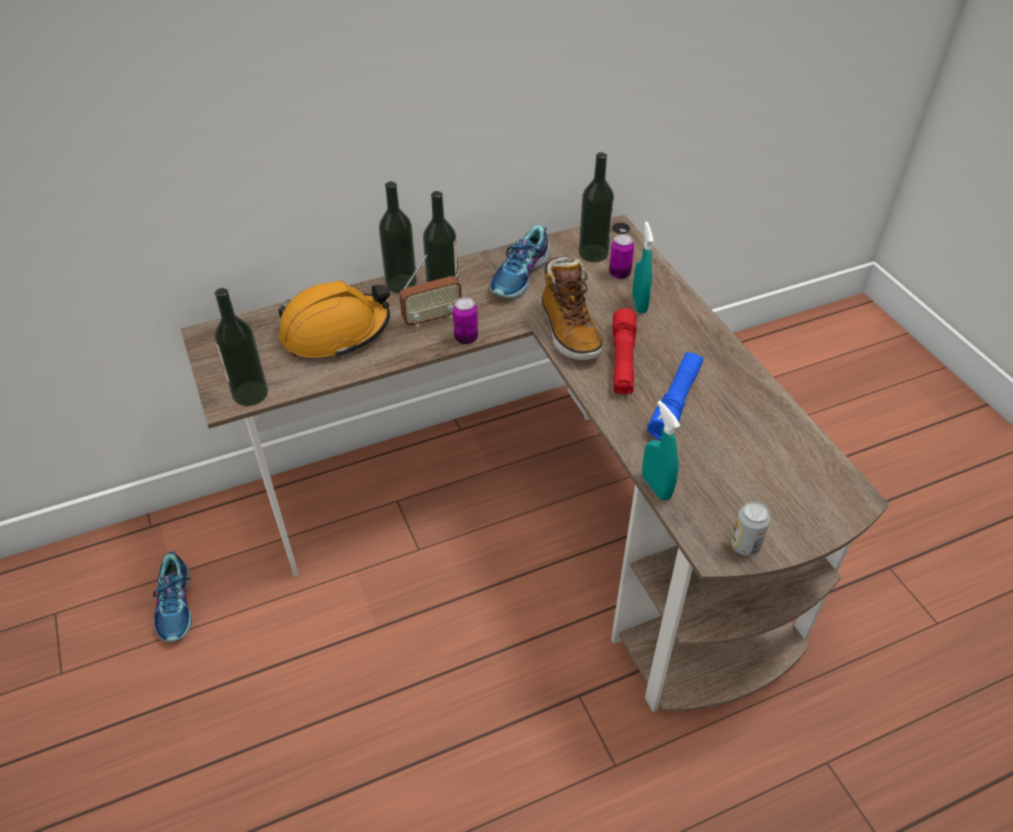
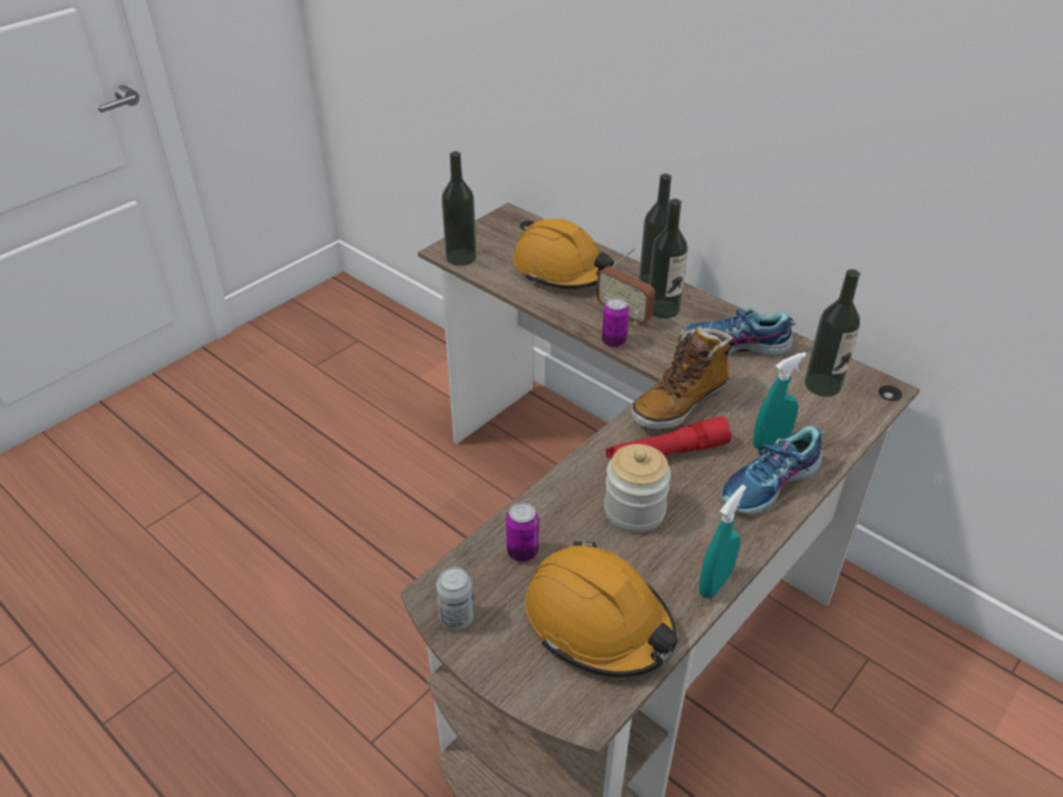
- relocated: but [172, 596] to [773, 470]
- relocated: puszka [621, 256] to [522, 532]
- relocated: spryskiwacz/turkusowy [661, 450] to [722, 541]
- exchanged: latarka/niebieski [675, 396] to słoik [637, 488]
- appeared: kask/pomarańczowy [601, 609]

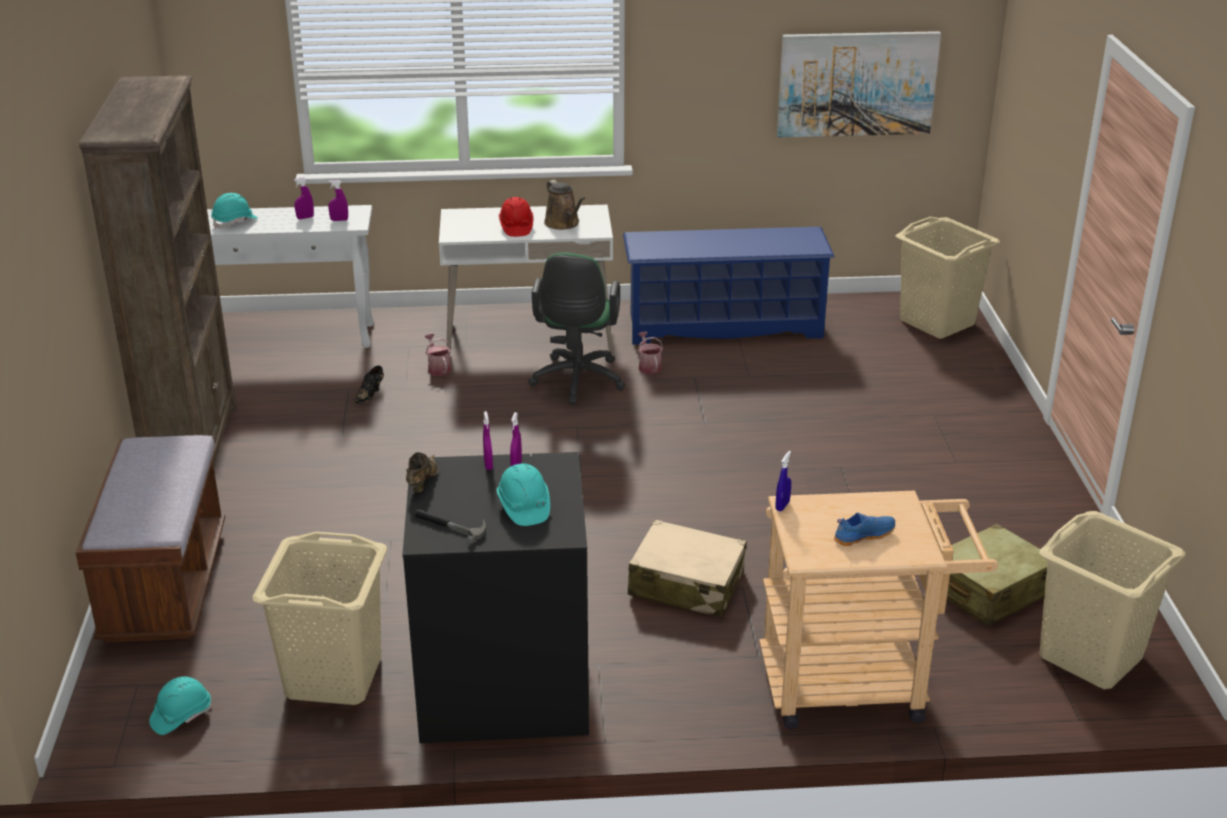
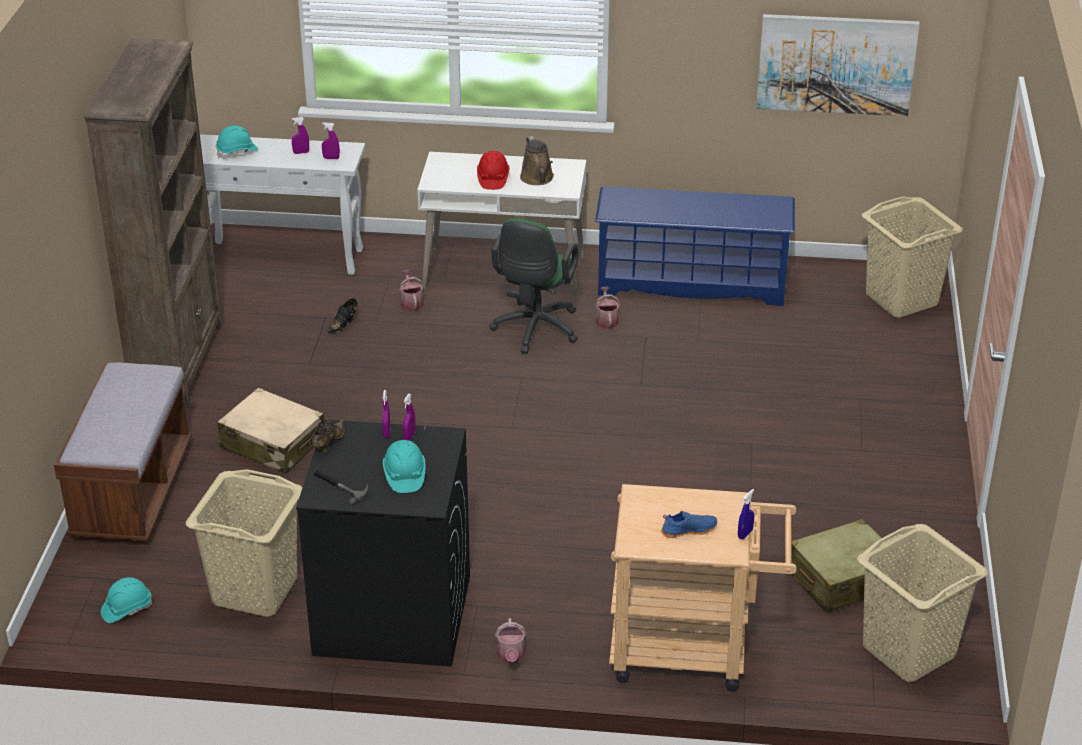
- relocated: walizka/beżowy [687, 568] to [270, 430]
- relocated: spryskiwacz/niebieski [783, 481] to [746, 514]
- appeared: konewka [510, 640]

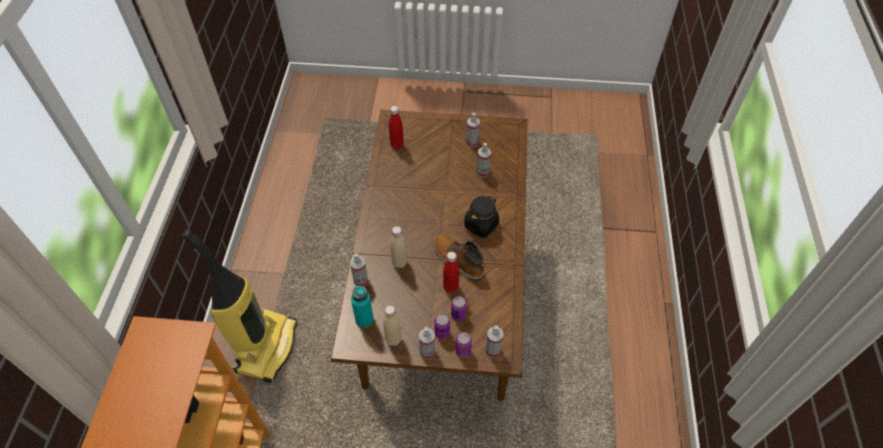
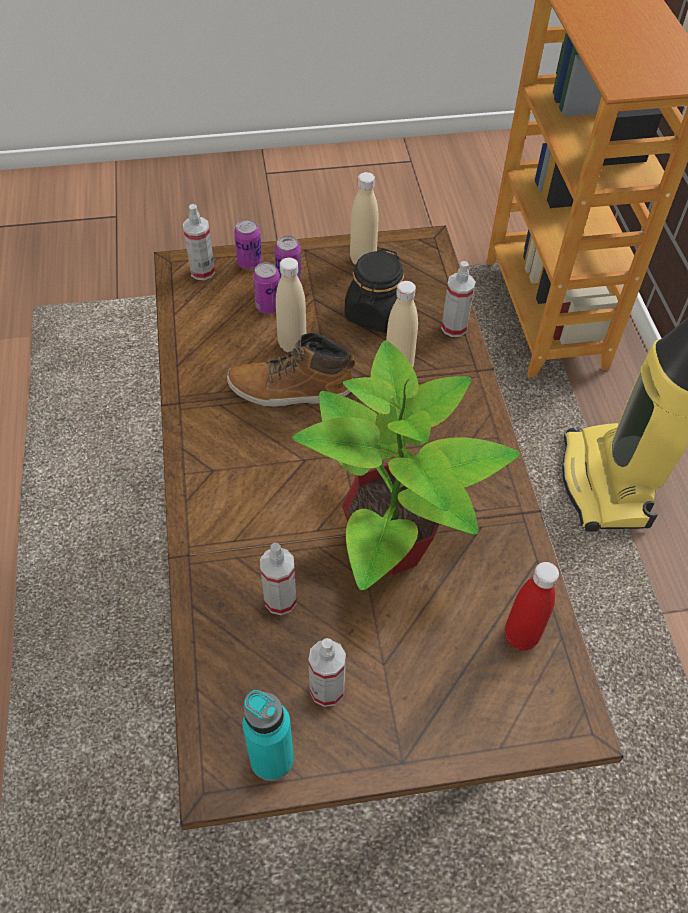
- relocated: butelka/turkusowy [362, 306] to [268, 735]
- missing: spryskiwacz [427, 343]
- spun: but z cholewką [459, 257] = [291, 370] 150 degrees clockwise
- colour: butelka/czerwony [451, 272] to butelka/beżowy [291, 304]
- relocated: słoik/czarny [481, 217] to [374, 290]
- appeared: roślina doniczkowa [406, 465]

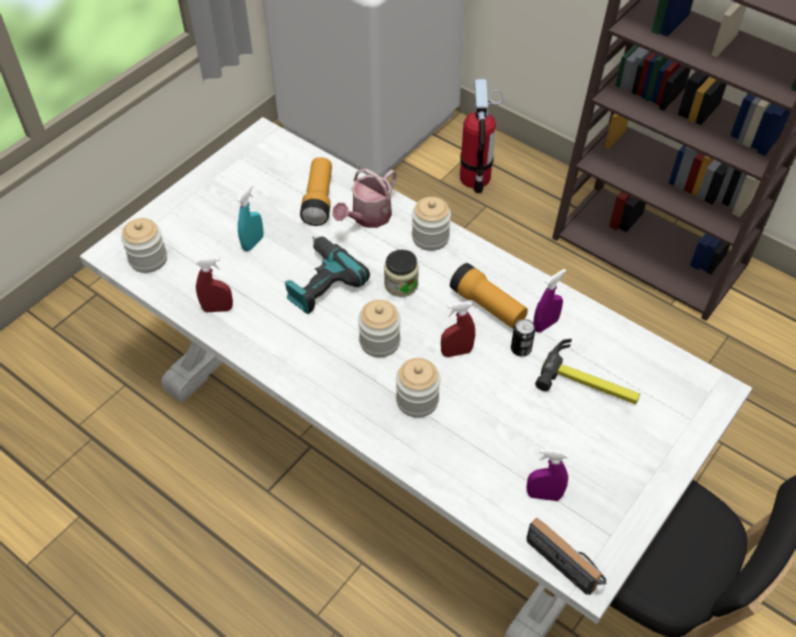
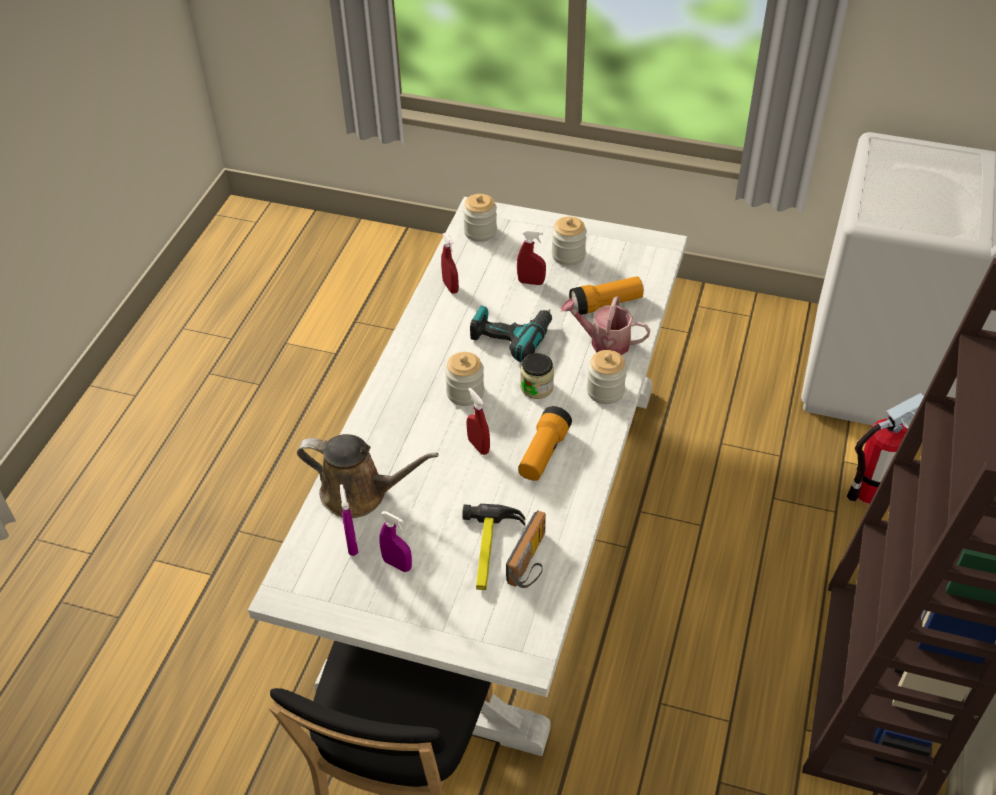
- colour: spryskiwacz/turkusowy [250, 218] to spryskiwacz/czerwony [531, 257]
- relocated: słoik [418, 388] to [569, 241]
- missing: puszka [523, 338]
- relocated: radio [566, 556] to [526, 549]
- relocated: spryskiwacz/fioletowy [549, 301] to [395, 541]
- appeared: konewka/brązowy [368, 476]

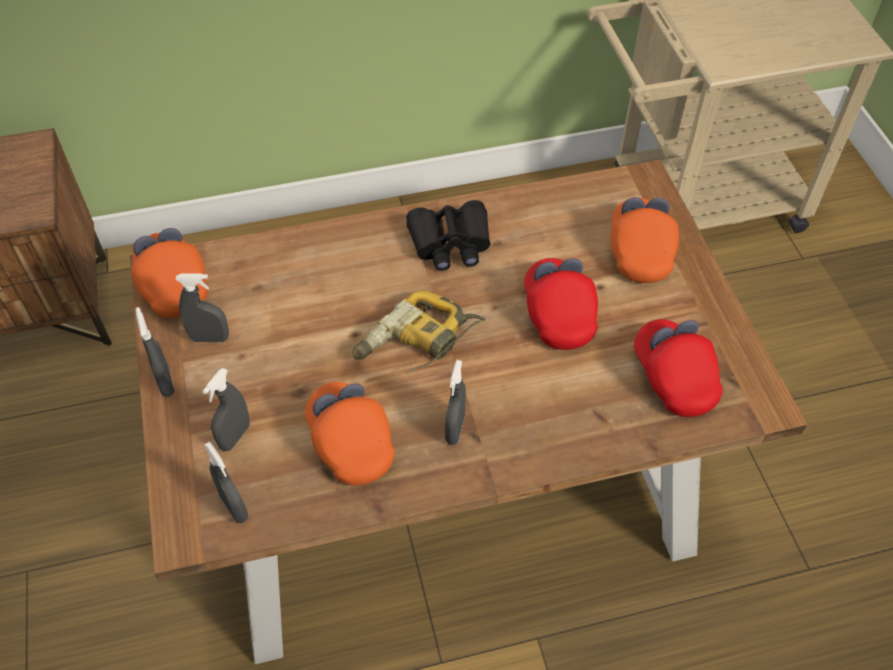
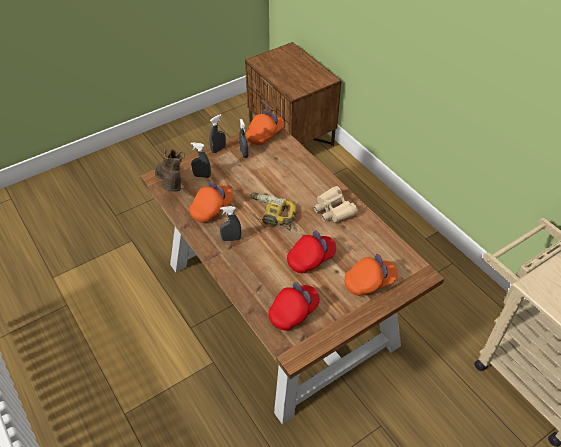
- exchanged: spryskiwacz/szary [226, 482] to but z cholewką/brązowy [170, 170]
- colour: lornetka/czarny [448, 235] to lornetka/beżowy [336, 204]

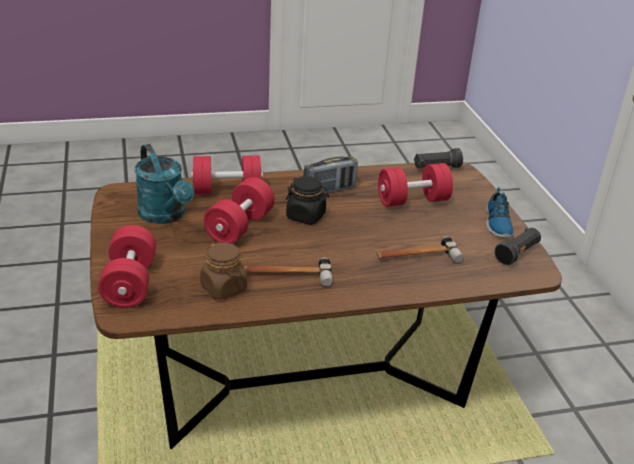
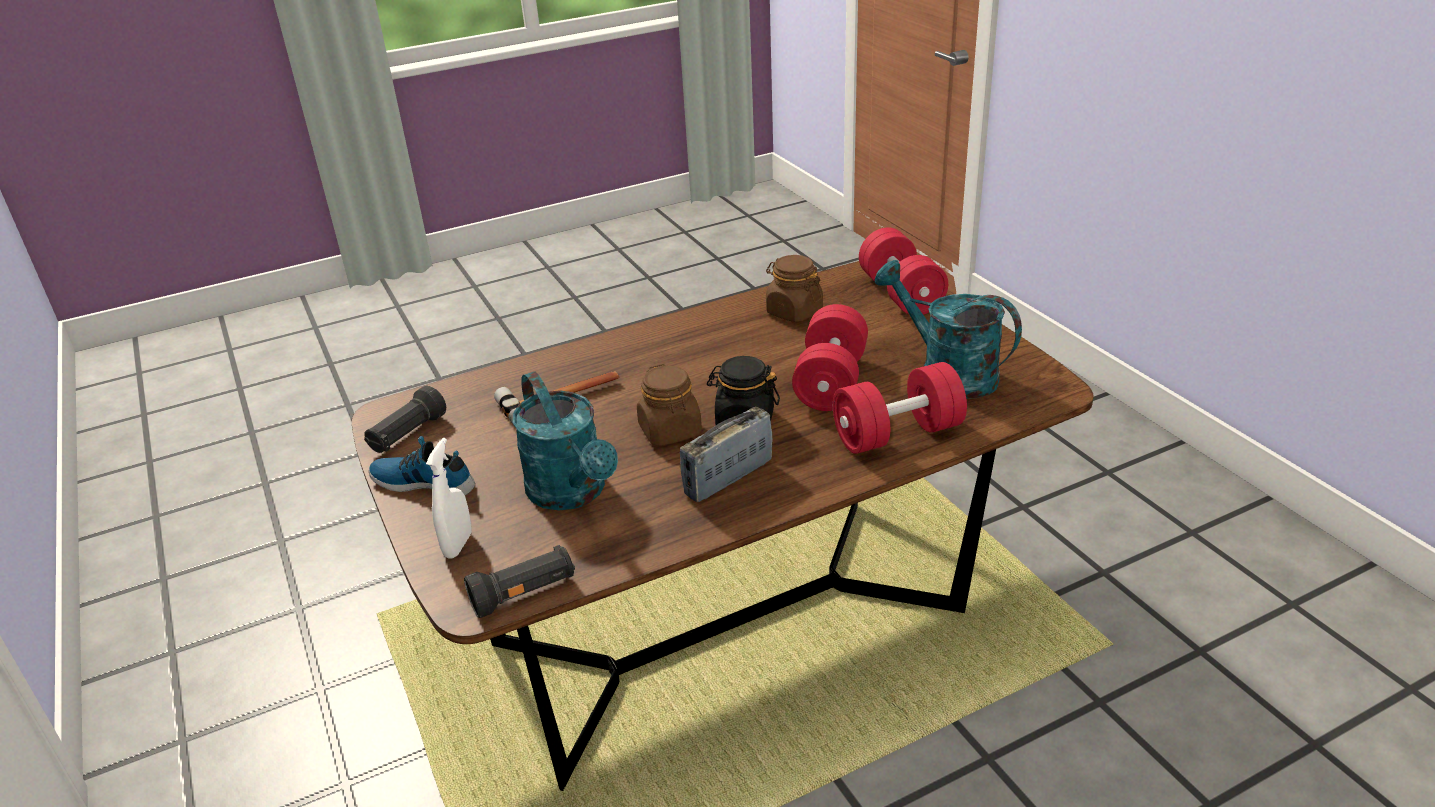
- missing: młotek [288, 272]
- exchanged: hantel/czerwony [415, 185] to konewka/turkusowy [565, 441]
- spun: but [500, 212] = [422, 465] 60 degrees counterclockwise
- appeared: spryskiwacz/biały [449, 498]
- appeared: słoik/brązowy [669, 405]

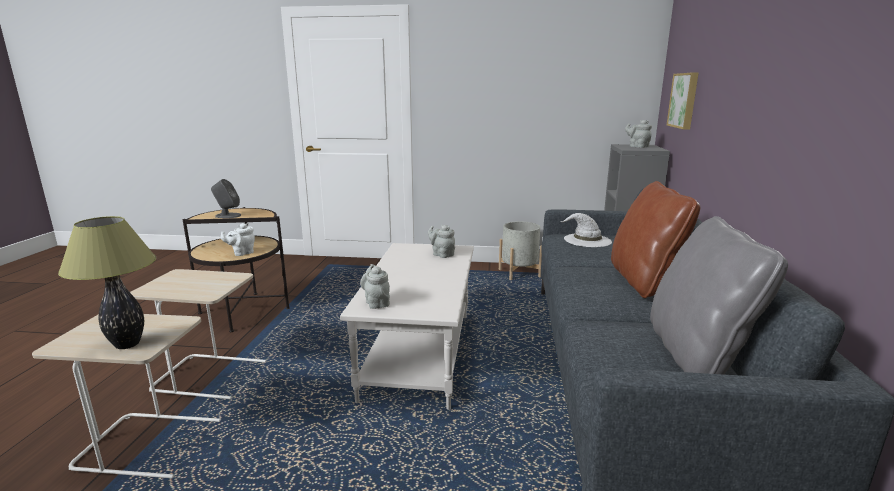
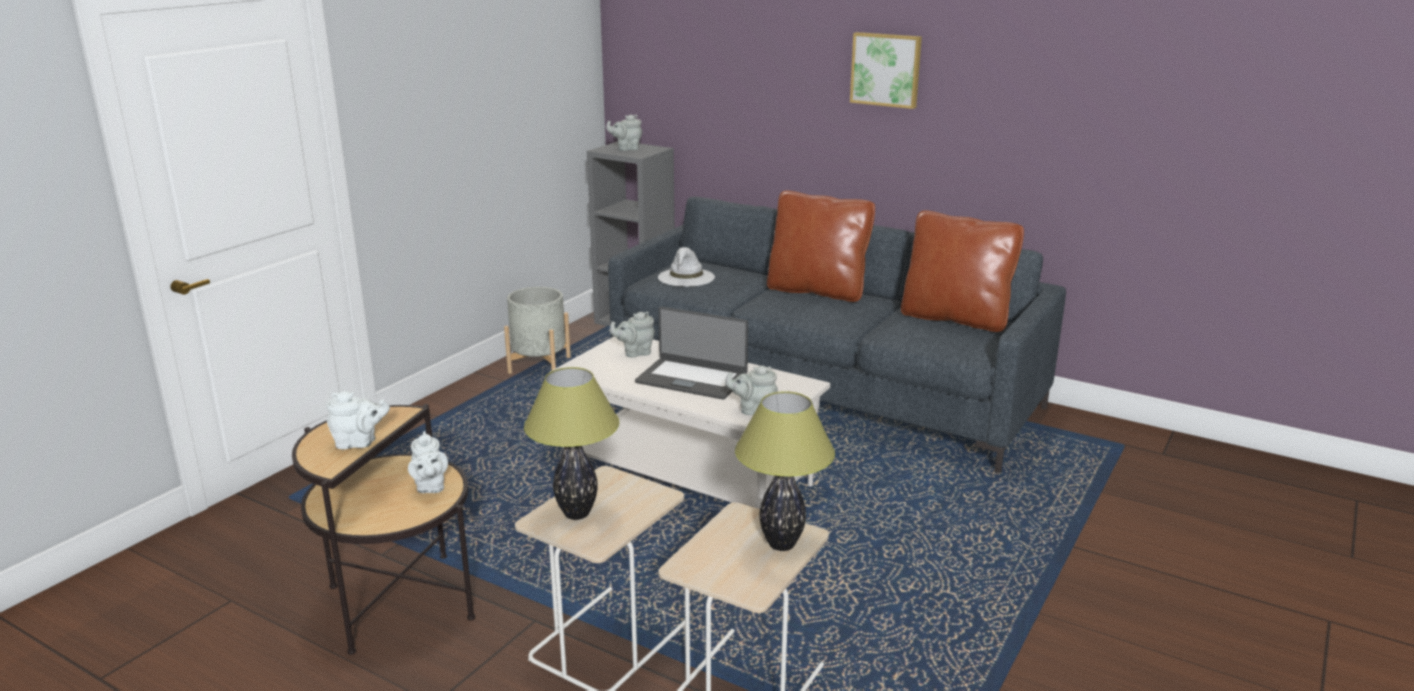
- exchanged: głośnik/szary [226, 198] to imbryk/biały [358, 420]
- colour: poduszka/szary [719, 295] to poduszka/brązowy [962, 271]
- relocated: obraz [683, 101] to [886, 70]
- appeared: lampa stołowa [572, 443]
- appeared: laptop [691, 353]

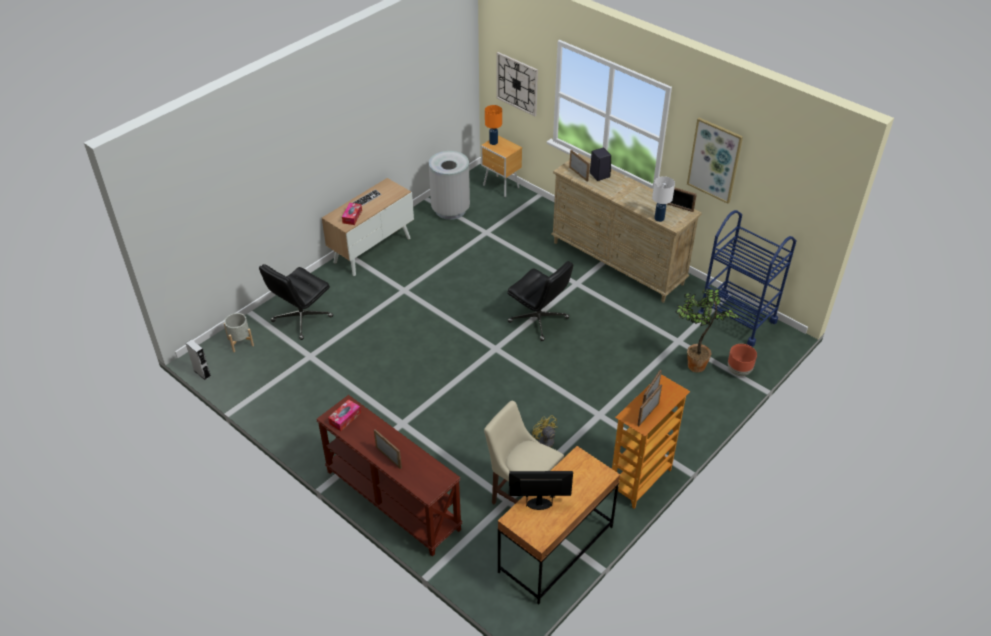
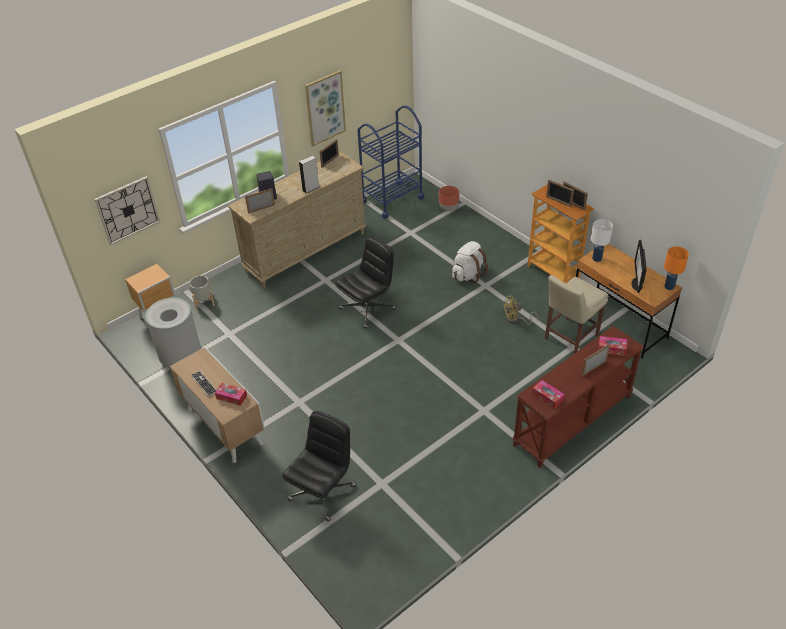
- relocated: głośnik/szary [198, 359] to [309, 175]
- relocated: donica/szary [239, 332] to [202, 293]
- spun: krzesło biurowe/czarny [296, 302] = [319, 466] 105 degrees counterclockwise
- relocated: lampa stołowa/pomarańczowy [493, 125] to [676, 268]
- relocated: lampa stołowa/biały [663, 199] to [602, 240]
- missing: roślina doniczkowa [707, 331]
- appeared: plecak/biały [470, 262]
- appeared: pudełko chusteczek [612, 346]

